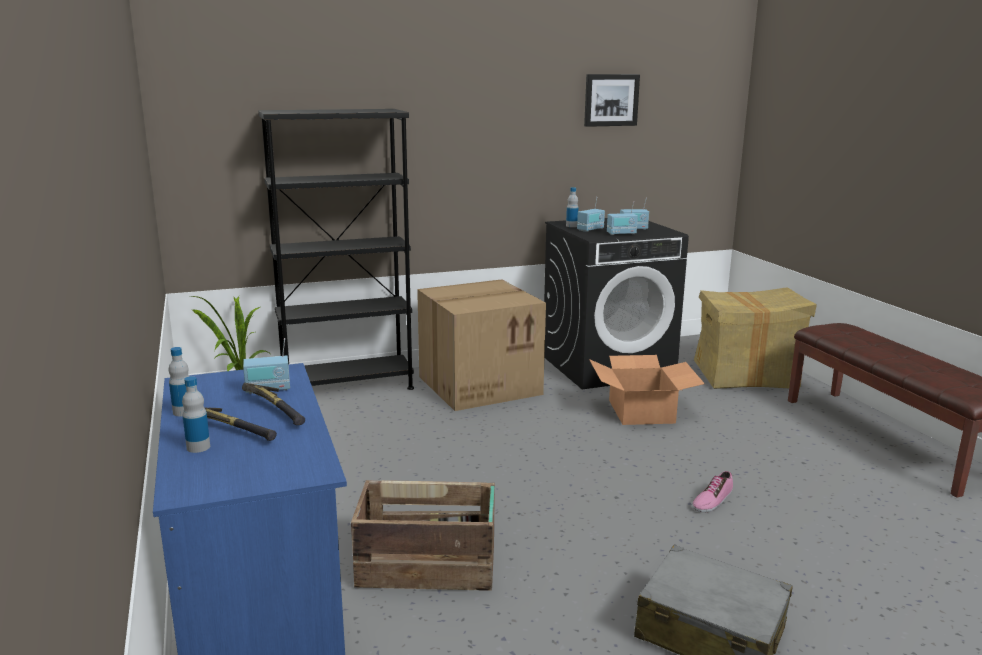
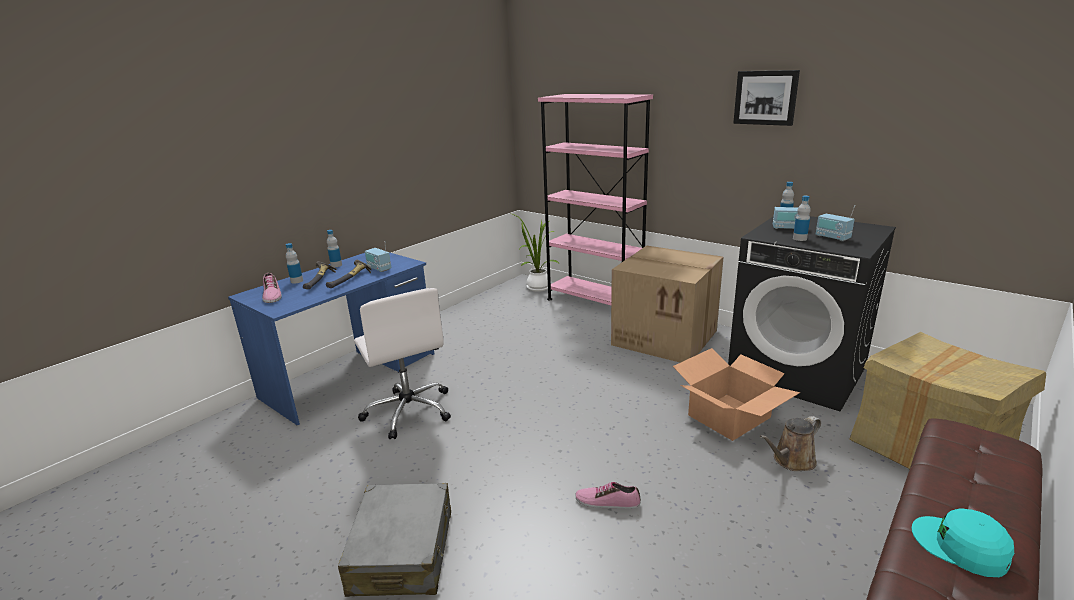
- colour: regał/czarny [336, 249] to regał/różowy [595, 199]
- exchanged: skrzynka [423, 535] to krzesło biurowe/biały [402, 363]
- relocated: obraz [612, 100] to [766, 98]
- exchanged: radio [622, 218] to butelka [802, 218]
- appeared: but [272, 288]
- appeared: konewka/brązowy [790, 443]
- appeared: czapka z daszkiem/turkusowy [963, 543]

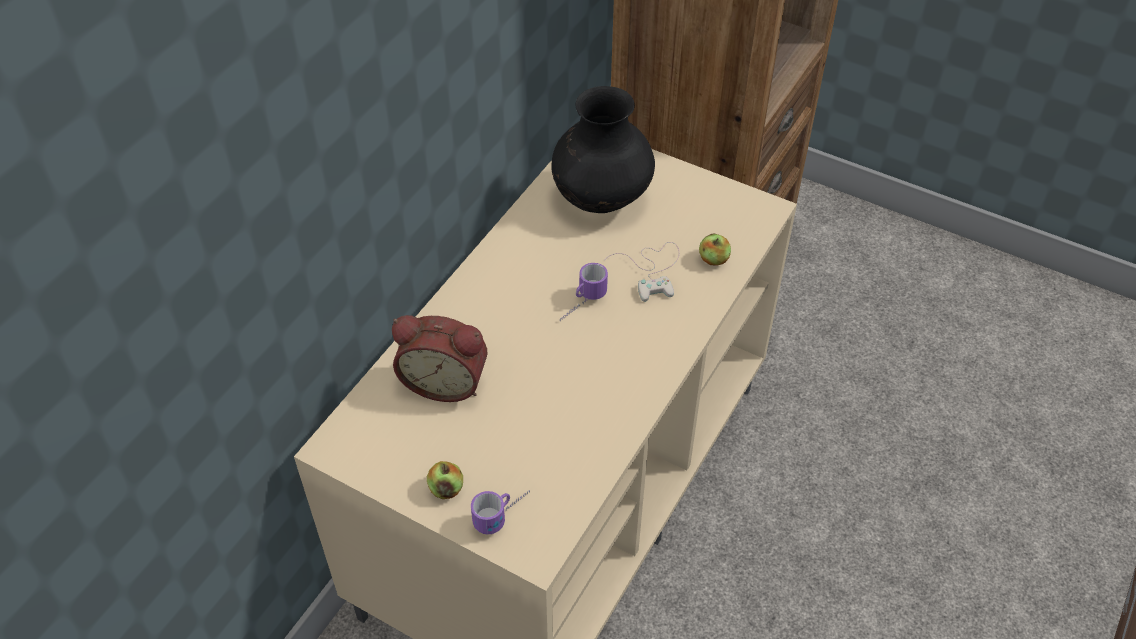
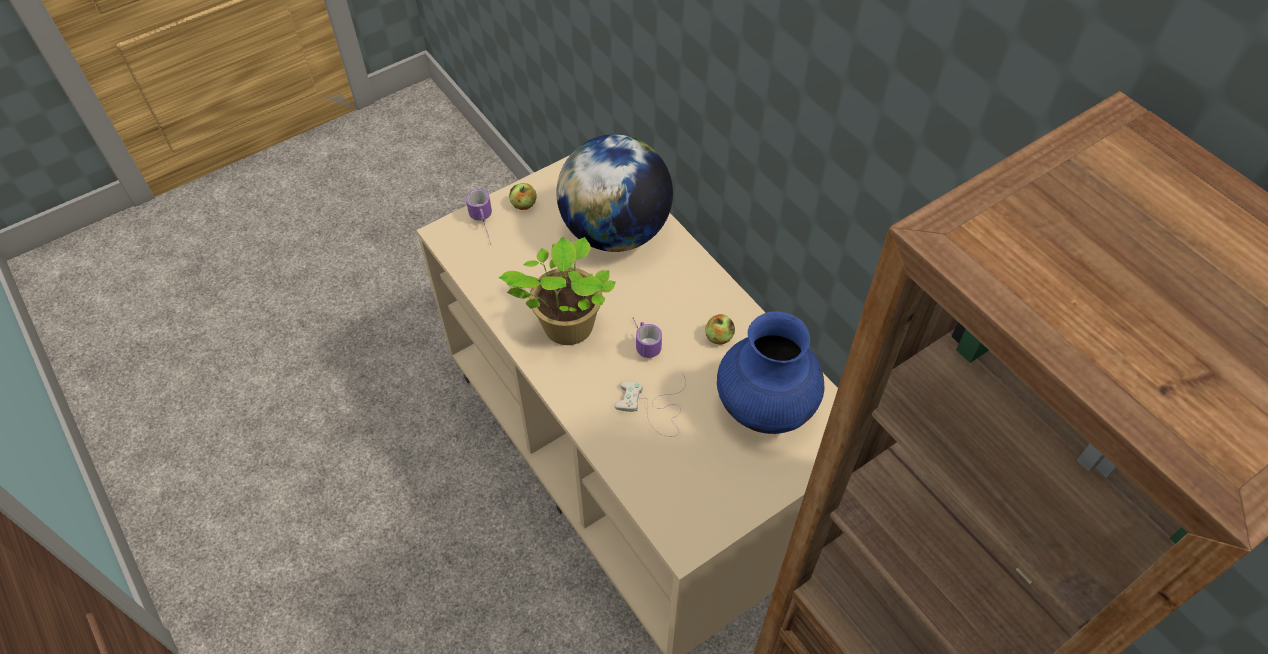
- exchanged: budzik [440, 358] to globus [614, 193]
- colour: wazon/czarny [603, 149] to wazon/niebieski [771, 372]
- relocated: jabłko [715, 249] to [720, 329]
- appeared: roślina doniczkowa [557, 291]

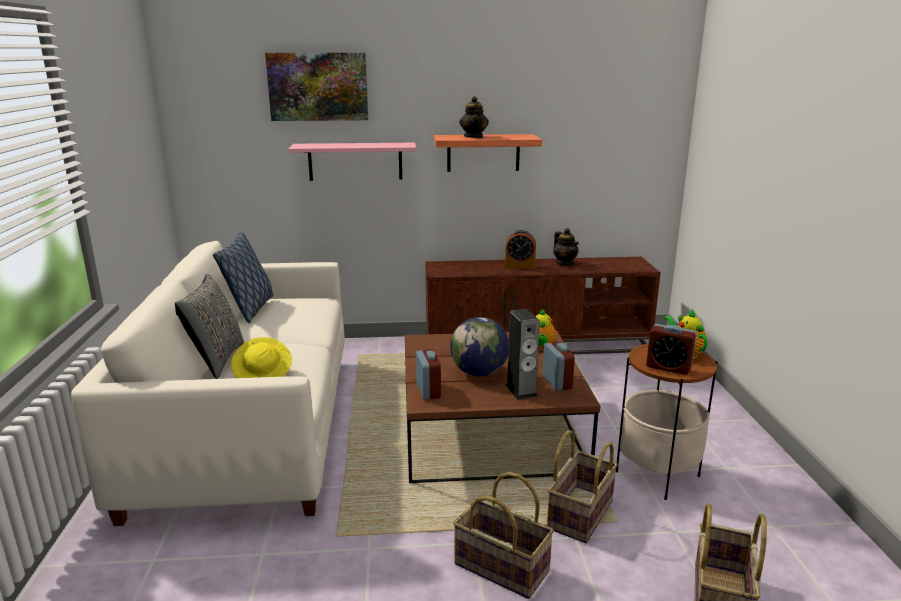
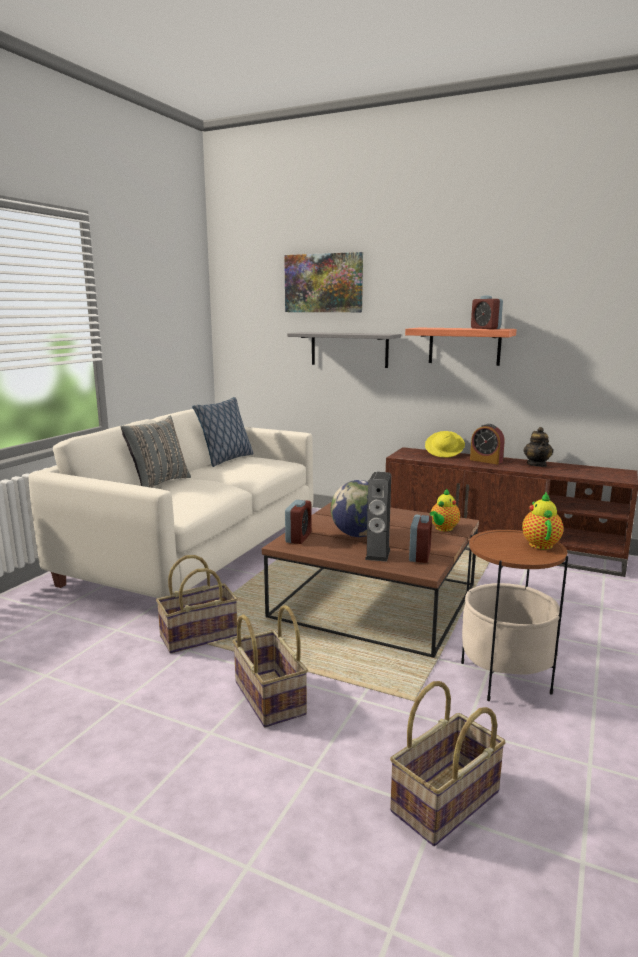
- relocated: kapelusz/żółty [261, 357] to [445, 444]
- colour: półka/różowy [352, 162] to półka/szary [344, 350]
- missing: imbryk [474, 117]
- relocated: koszyk [582, 486] to [197, 604]
- relocated: budzik [671, 349] to [487, 312]

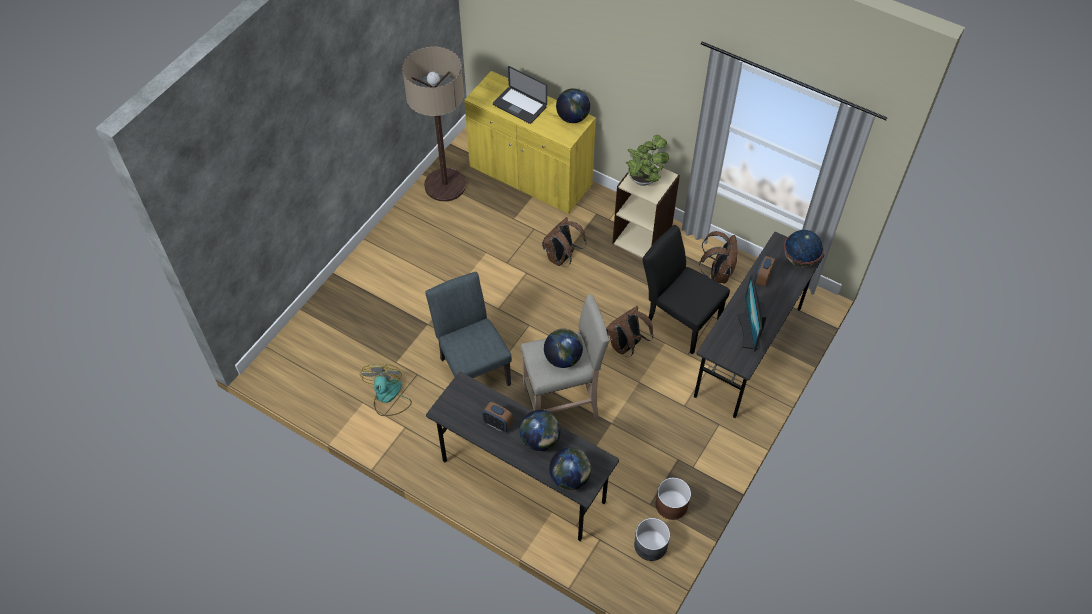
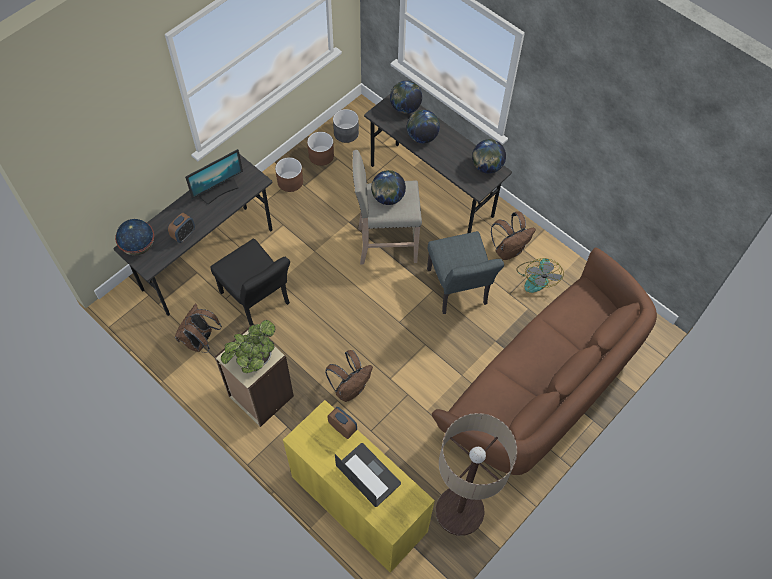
- relocated: budzik [497, 417] to [342, 423]
- relocated: globus [573, 105] to [489, 156]
- relocated: plecak/brązowy [629, 331] to [513, 235]
- spun: monitor [751, 313] = [214, 177] 45 degrees clockwise
- appeared: donica/brązowy [289, 174]
- appeared: kanapa/brązowy [544, 361]

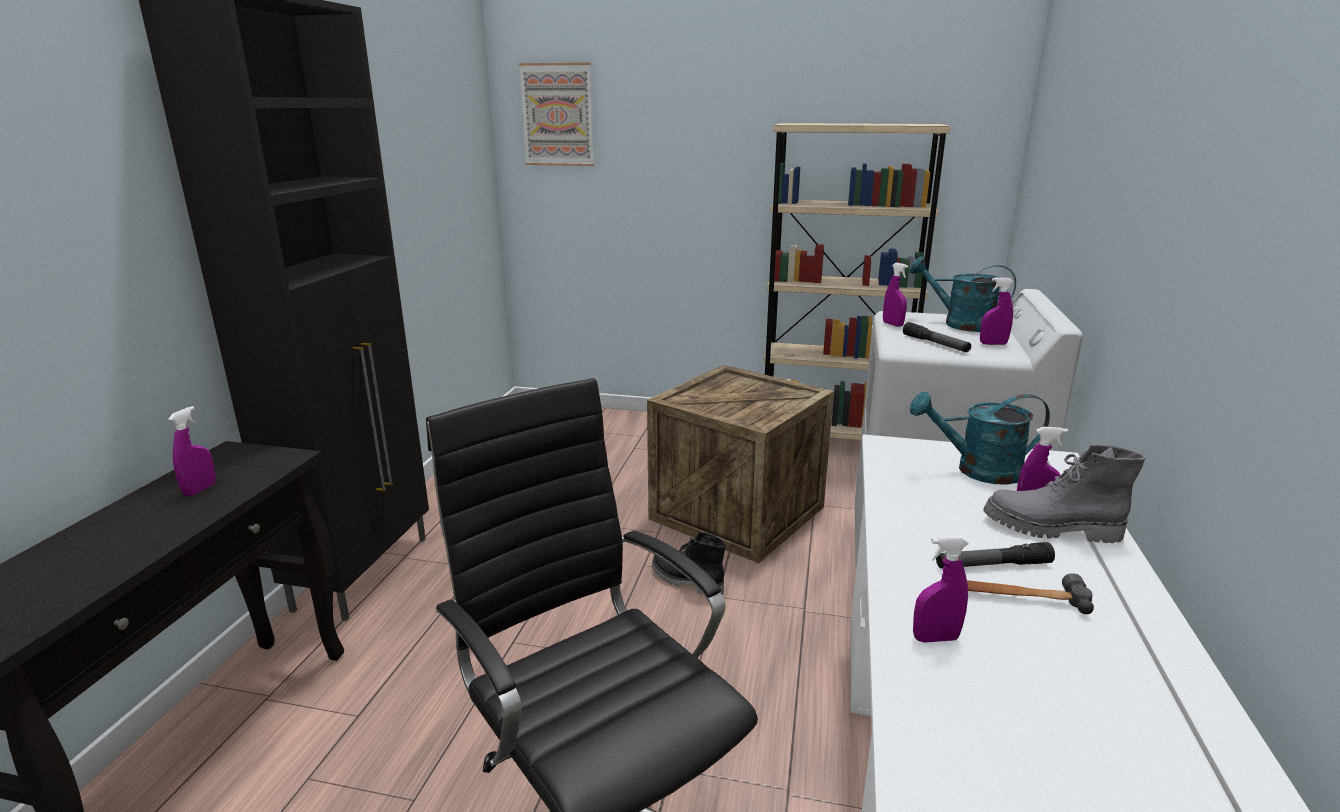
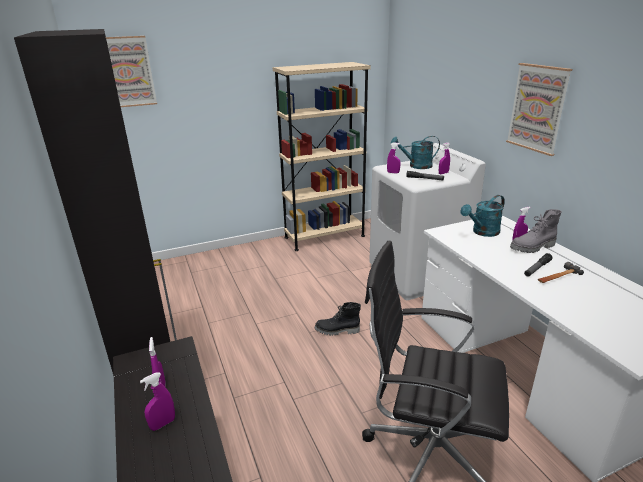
- missing: skrzynka [740, 464]
- relocated: spryskiwacz/fioletowy [941, 589] to [157, 401]
- appeared: obraz [539, 109]

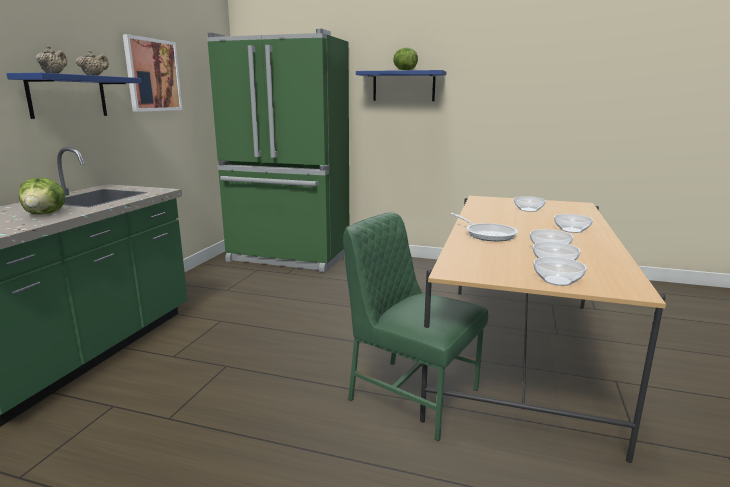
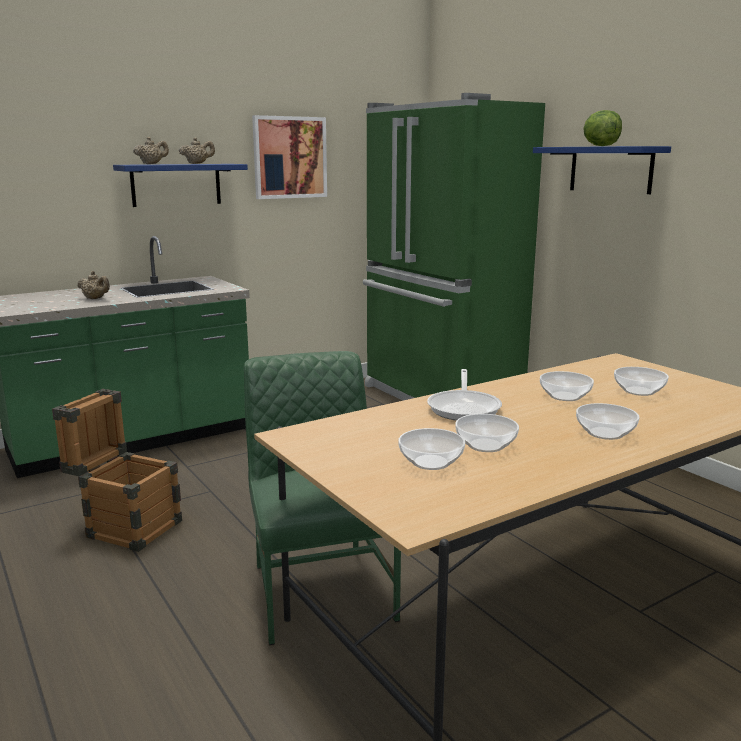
- exchanged: sałata [42, 196] to imbryk/beżowy [93, 285]
- relocated: miska [560, 271] to [567, 386]
- appeared: skrzynka [117, 470]

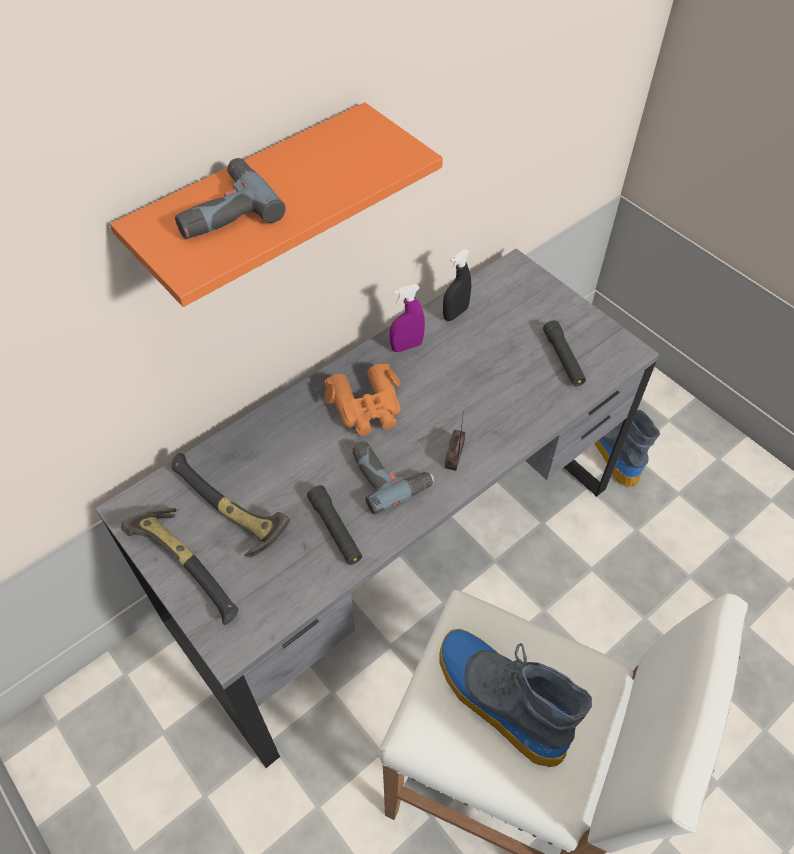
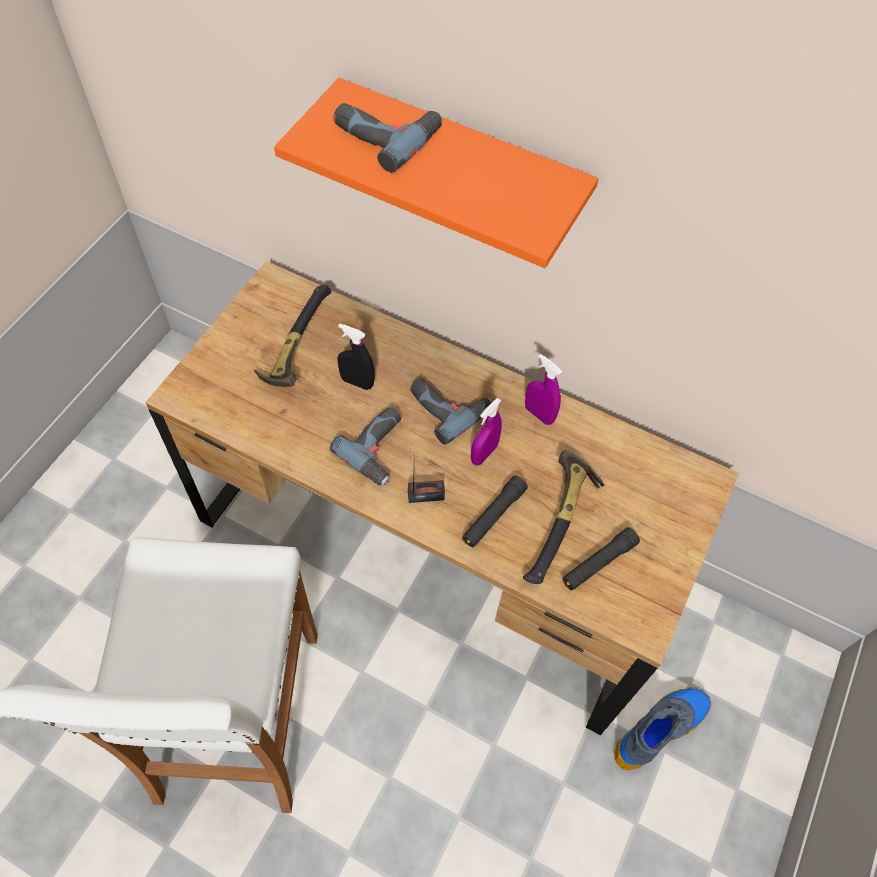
- colour: biurko/szary [377, 508] to biurko/brązowy [442, 498]
- relocated: młotek [179, 566] to [564, 517]
- relocated: latarka/czarny [334, 525] to [495, 511]
- exchanged: lornetka/pomarańczowy [362, 400] to wiertarka [451, 412]
- missing: but z cholewką [516, 698]
- relocated: spryskiwacz/czarny [457, 285] to [356, 356]
- appeared: spryskiwacz/fioletowy [486, 432]

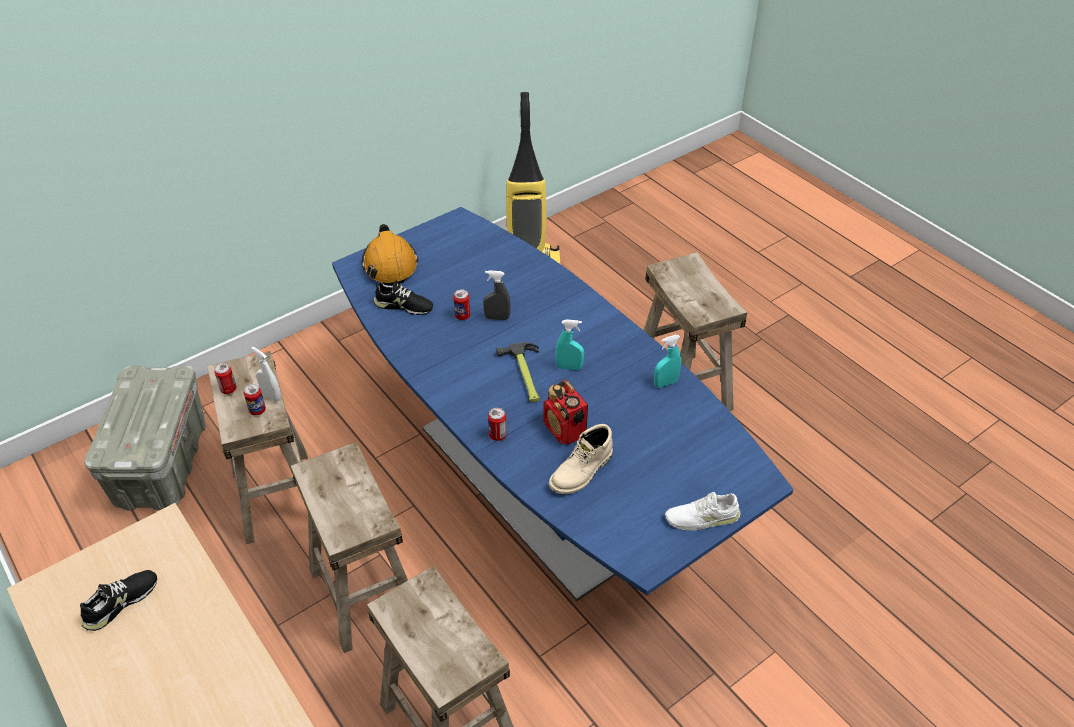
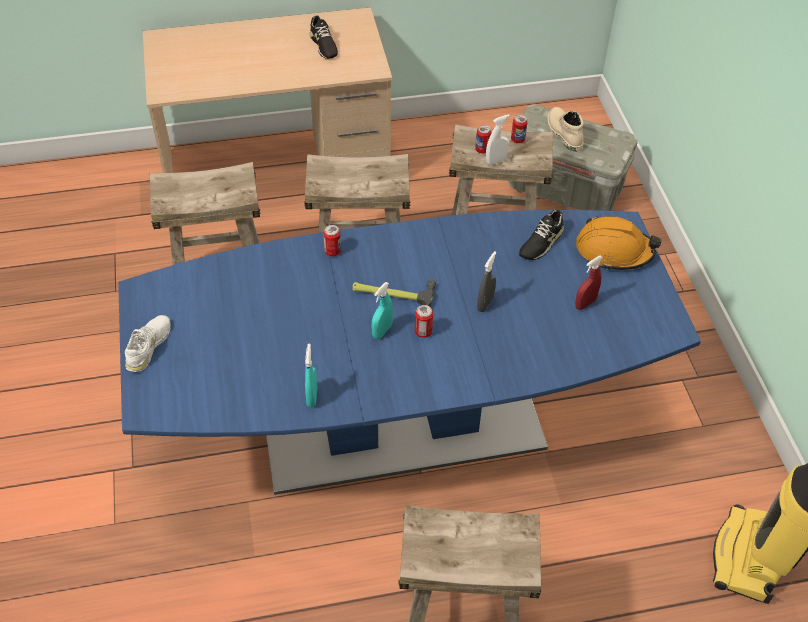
- relocated: puszka [462, 304] to [424, 321]
- missing: radio [565, 412]
- relocated: but z cholewką/beżowy [581, 459] to [565, 129]
- appeared: spryskiwacz/czerwony [589, 283]

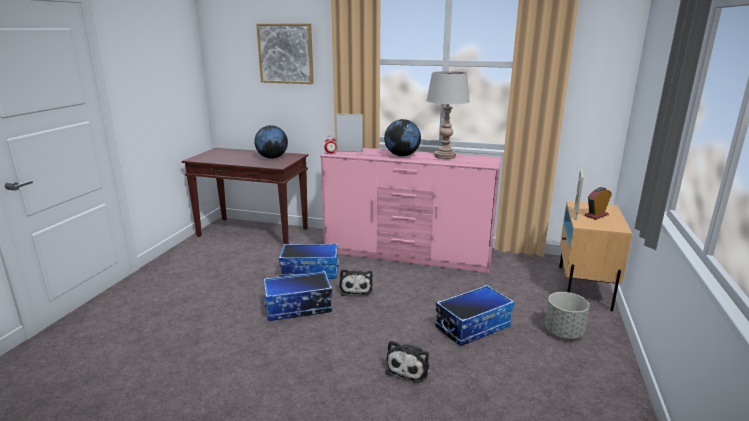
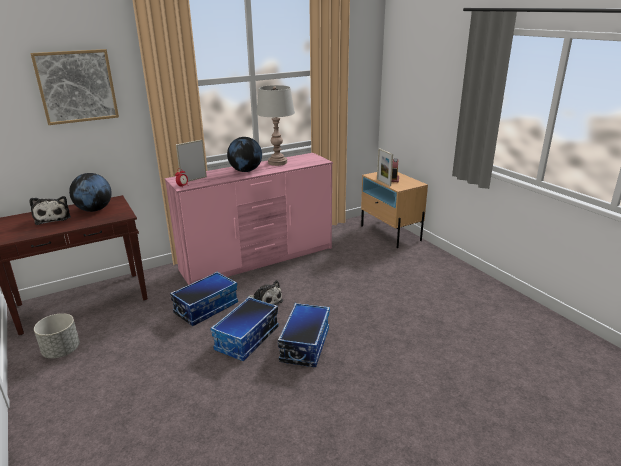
- relocated: pluszak [408, 361] to [50, 210]
- relocated: pojemnik do przechowywania [475, 315] to [304, 335]
- relocated: donica/szary [567, 315] to [57, 335]

